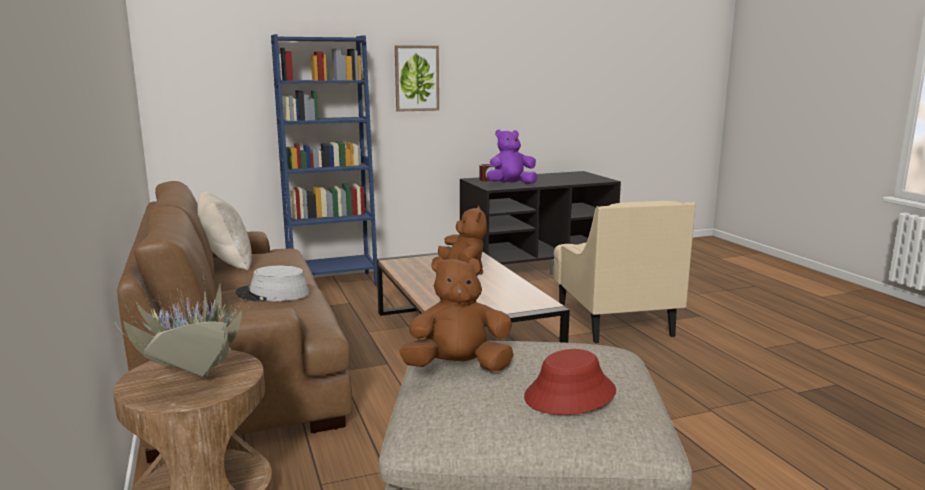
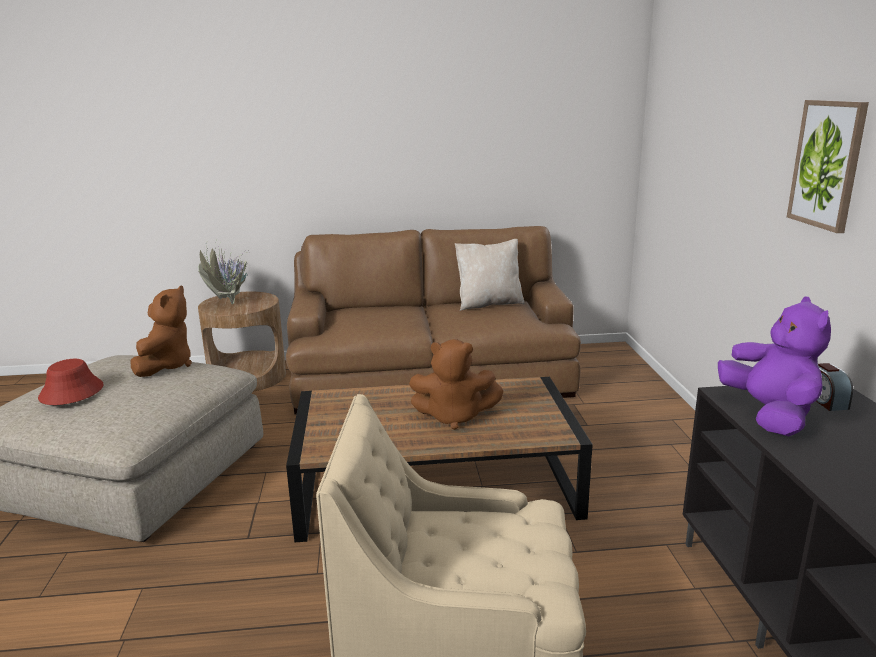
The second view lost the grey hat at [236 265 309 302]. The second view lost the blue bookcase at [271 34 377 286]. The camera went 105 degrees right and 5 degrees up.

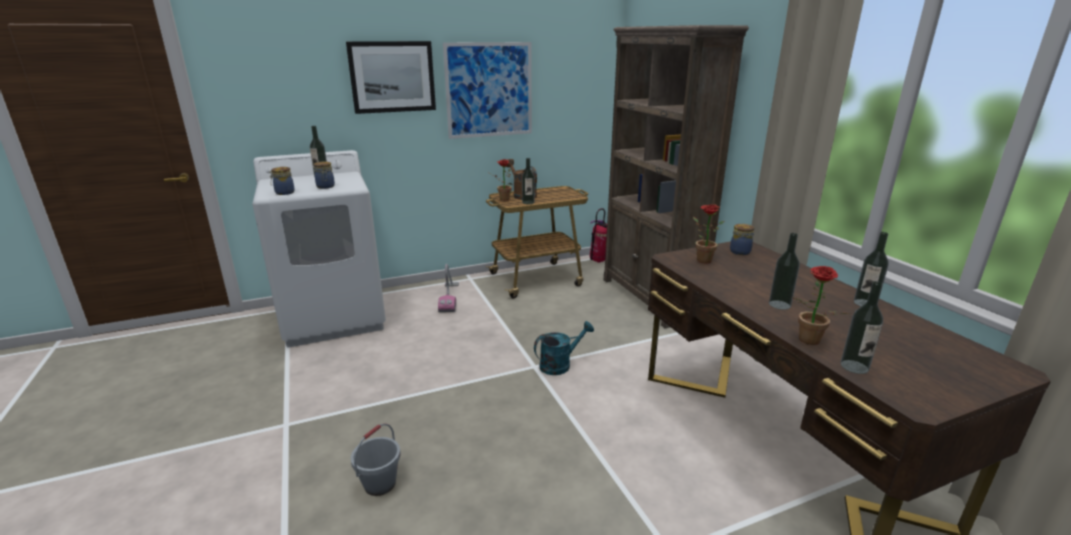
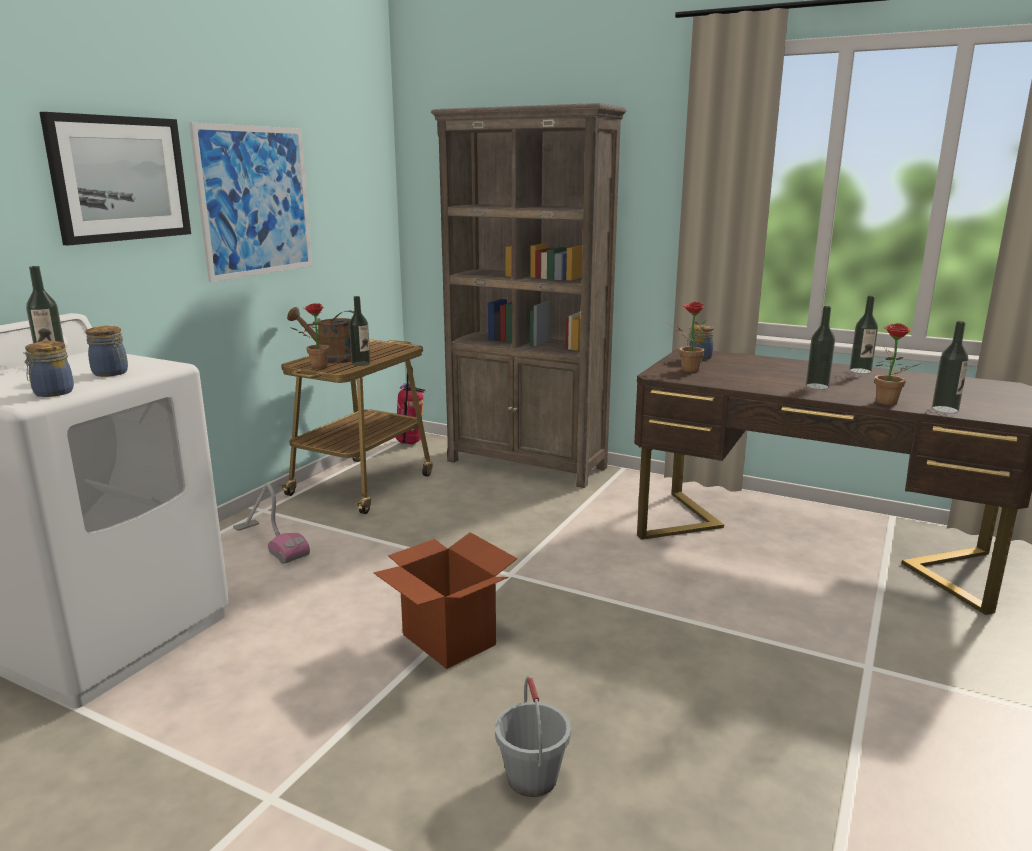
The second view lost the turquoise watering can at [534 321 594 375]. The second view gained the cardboard box at [374 532 517 669]. The camera went 40 degrees left and 5 degrees down.

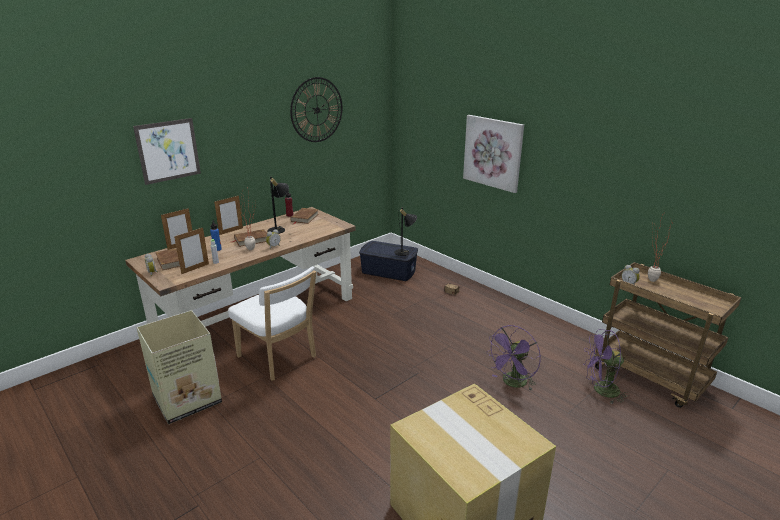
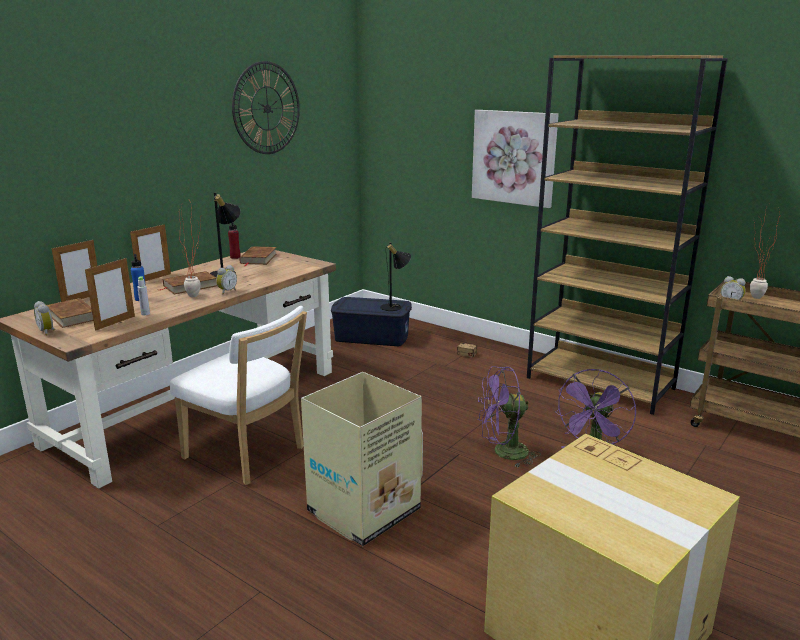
The second view lost the picture at [133 118 201 185]. The cardboard box ended up elsewhere, having gone from [136 310 222 424] to [301 372 423 546]. The purple fan ended up elsewhere, having gone from [583 329 629 404] to [478 366 541 468]. The second view gained the brown bookcase at [527 55 728 415]. The camera went 10 degrees left and 5 degrees down.

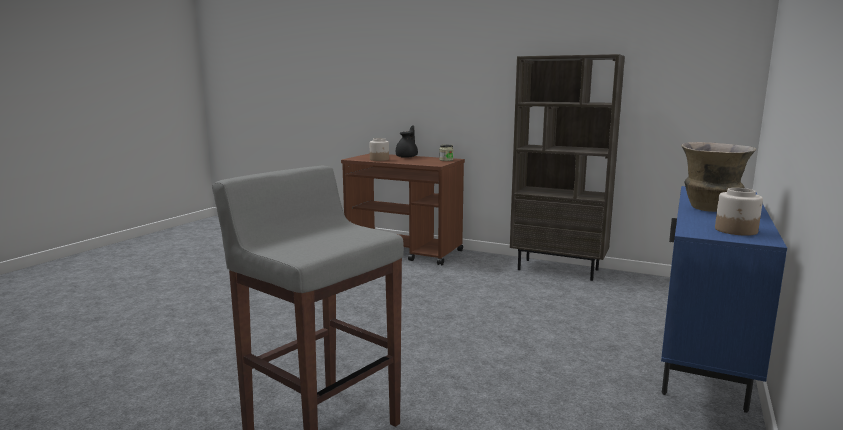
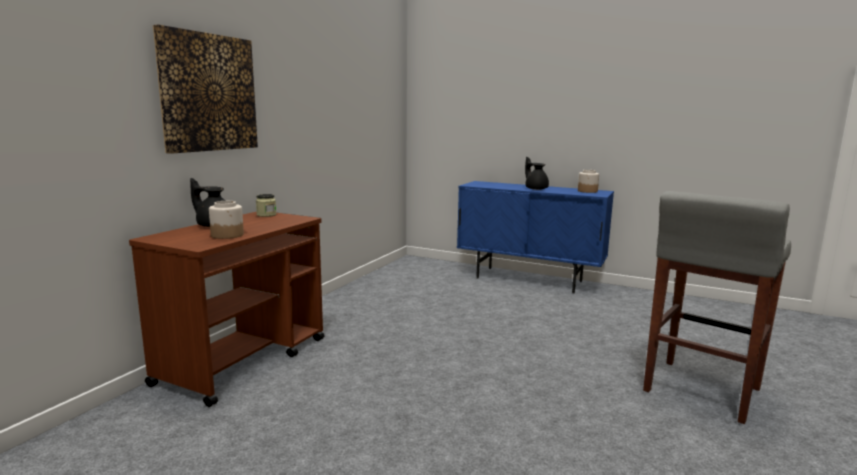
The second view lost the brown bookcase at [510 54 625 281]. Where the vase stood at [681 142 756 212], the black teapot came to stand at [525 157 549 190]. The second view gained the picture at [153 24 258 154]. The camera went 90 degrees left and 0 degrees up.

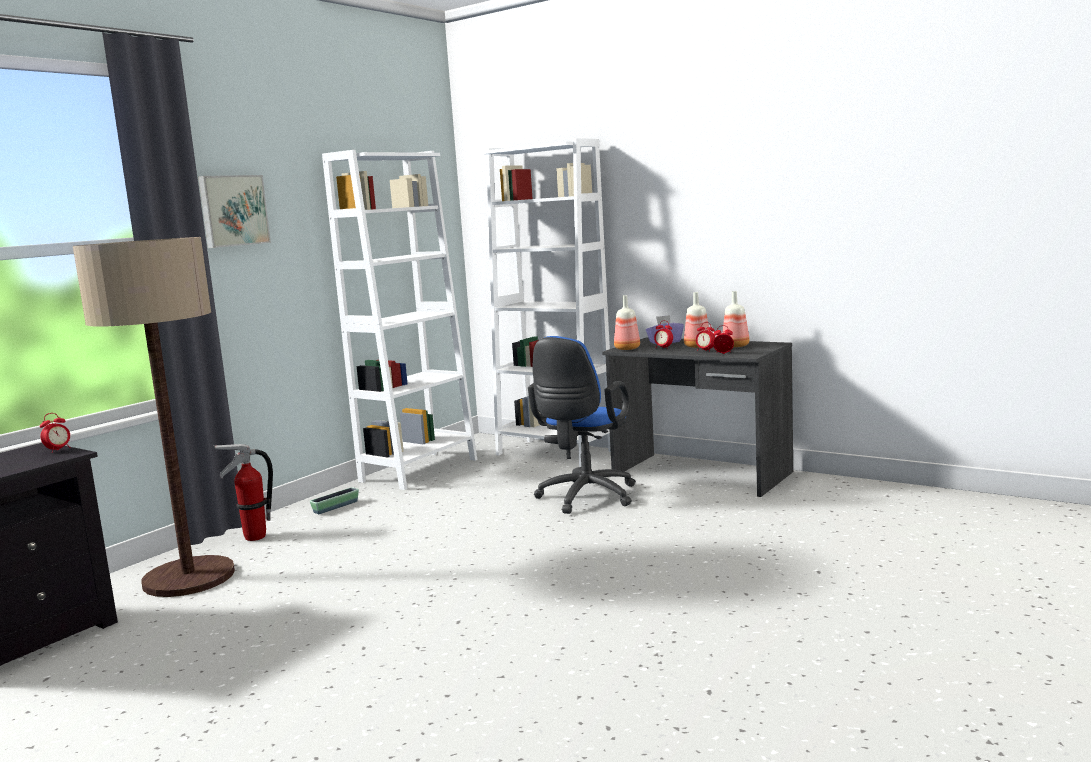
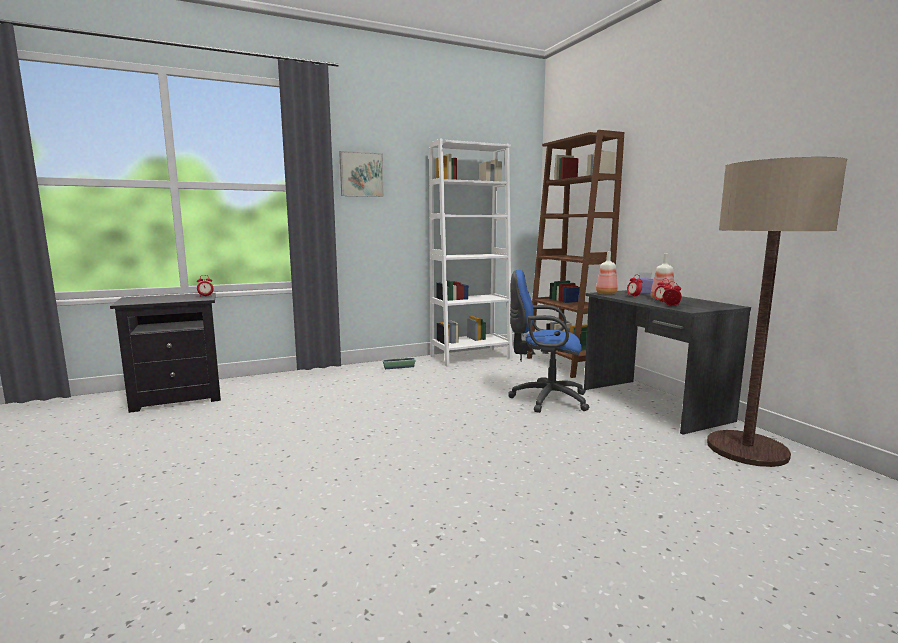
The floor lamp ended up elsewhere, having gone from [73 237 235 597] to [707 157 847 467]. The second view lost the fire extinguisher at [214 444 273 541]. What was the white bookcase at [483 138 611 467] turned into the brown bookcase at [527 130 624 378]. The blue office chair at [528 336 636 514] ended up facing another way, 45 degrees clockwise from before. The second view lost the bottle at [722 291 749 347]. The camera went 30 degrees right and 0 degrees up.

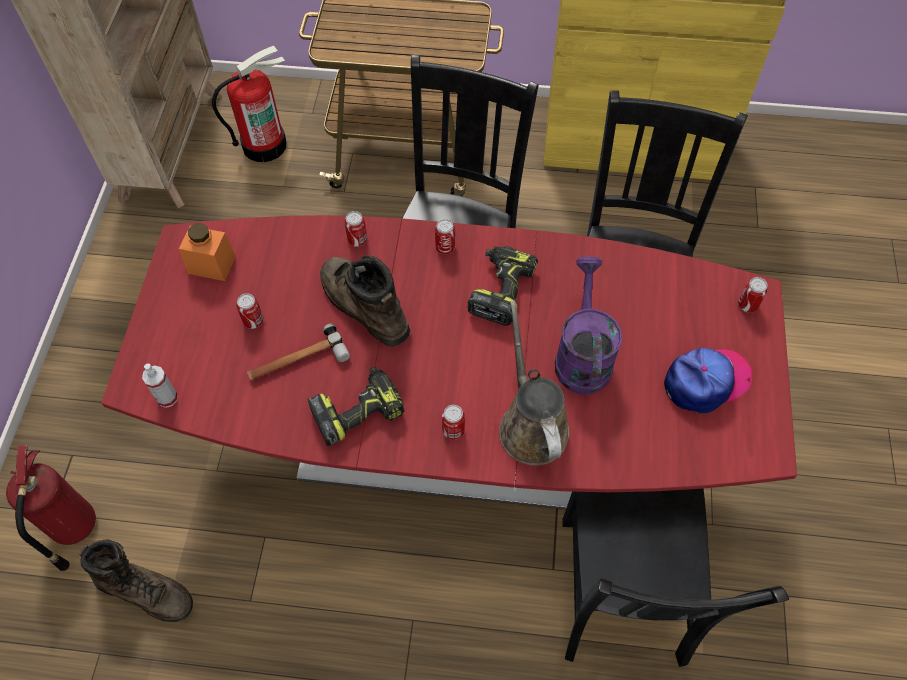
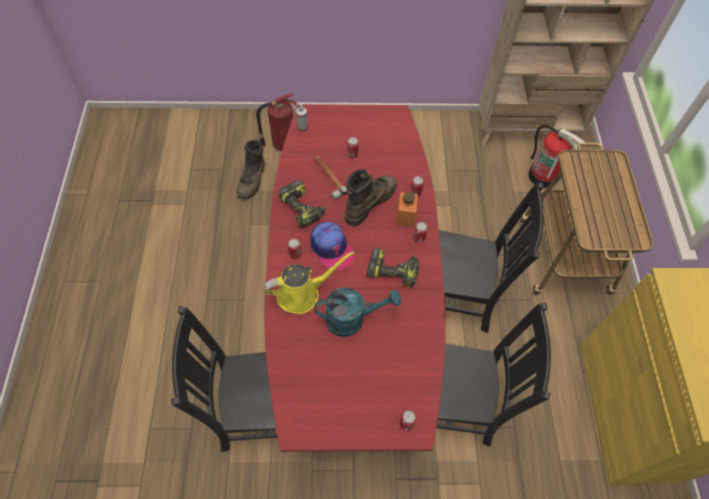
The orange jar ended up elsewhere, having gone from [179 223 236 281] to [396 192 418 227]. What was the brown watering can at [499 300 569 466] turned into the yellow watering can at [263 251 355 314]. What was the purple watering can at [555 257 622 395] turned into the turquoise watering can at [314 287 401 337]. The cap ended up elsewhere, having gone from [664 347 752 413] to [310 222 354 270]. The camera went 80 degrees right and 0 degrees up.

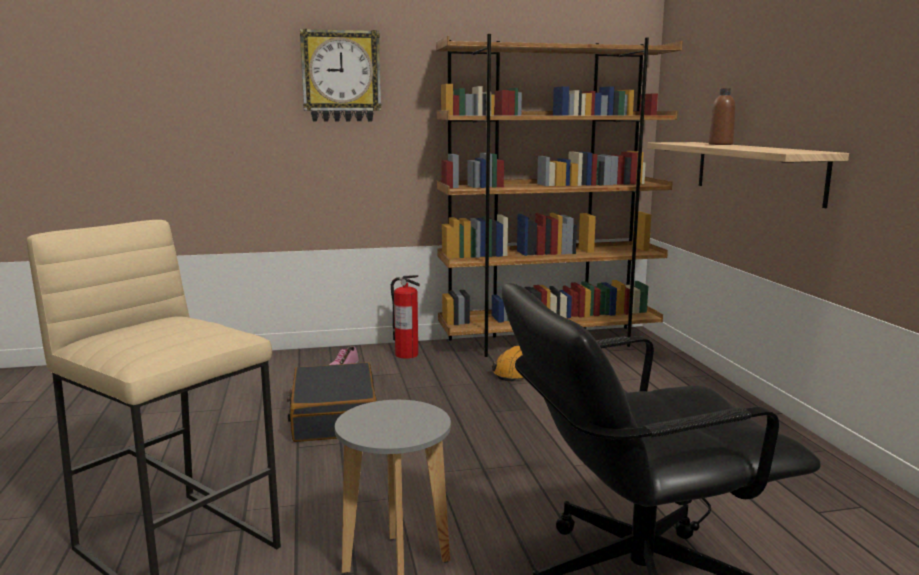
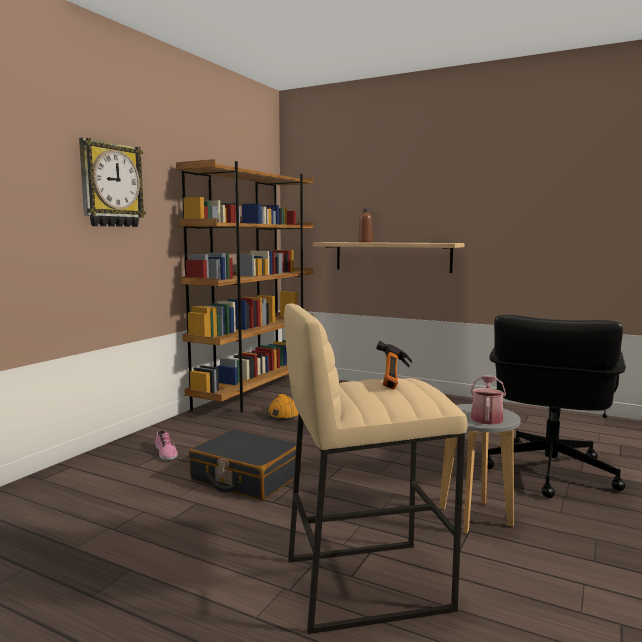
The second view lost the fire extinguisher at [391 275 420 359]. The second view gained the hammer at [376 341 412 390]. The second view gained the watering can at [470 375 506 425]. The camera went 50 degrees left and 5 degrees down.

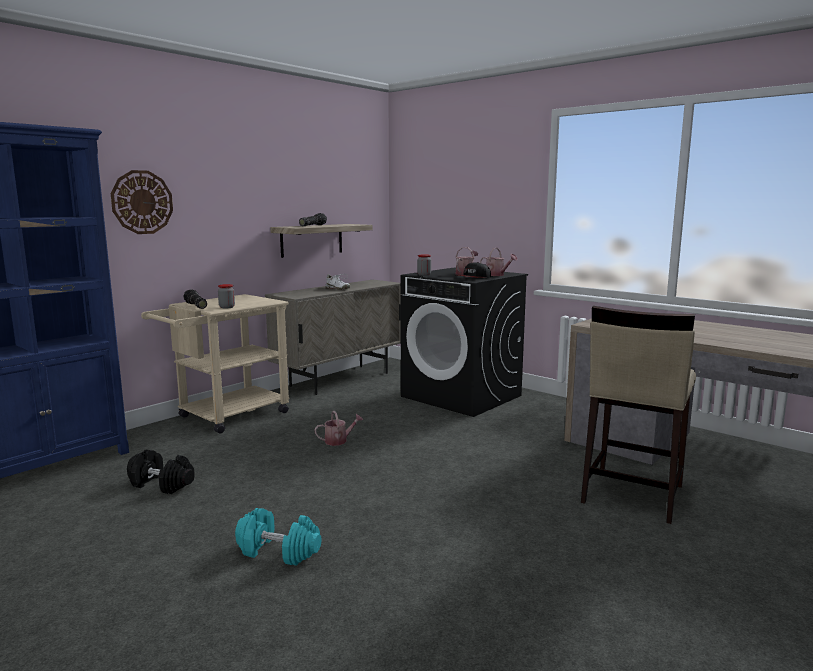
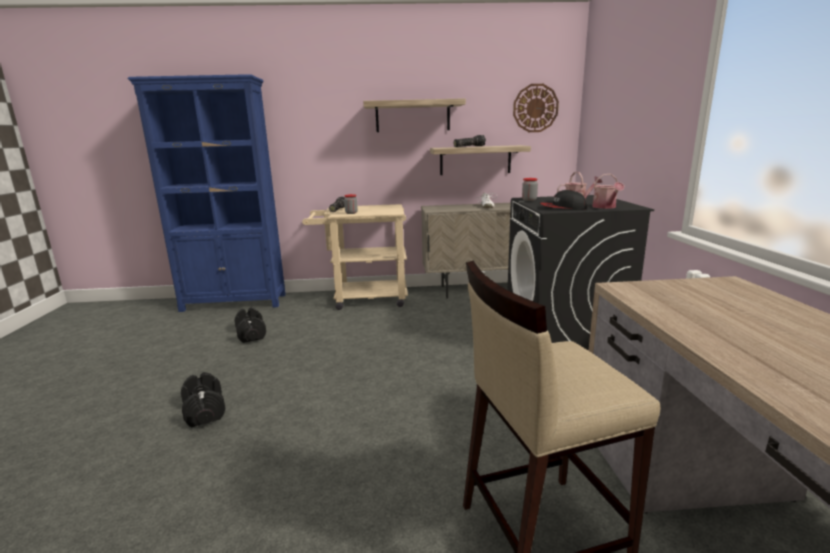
The wall clock ended up elsewhere, having gone from [111 170 173 234] to [513 84 559 132]. What was the turquoise dumbbell at [235 508 322 566] turned into the black dumbbell at [181 372 225 427]. The second view lost the watering can at [314 411 363 446]. The second view gained the shelf at [363 98 466 132]. The camera went 45 degrees right and 5 degrees up.

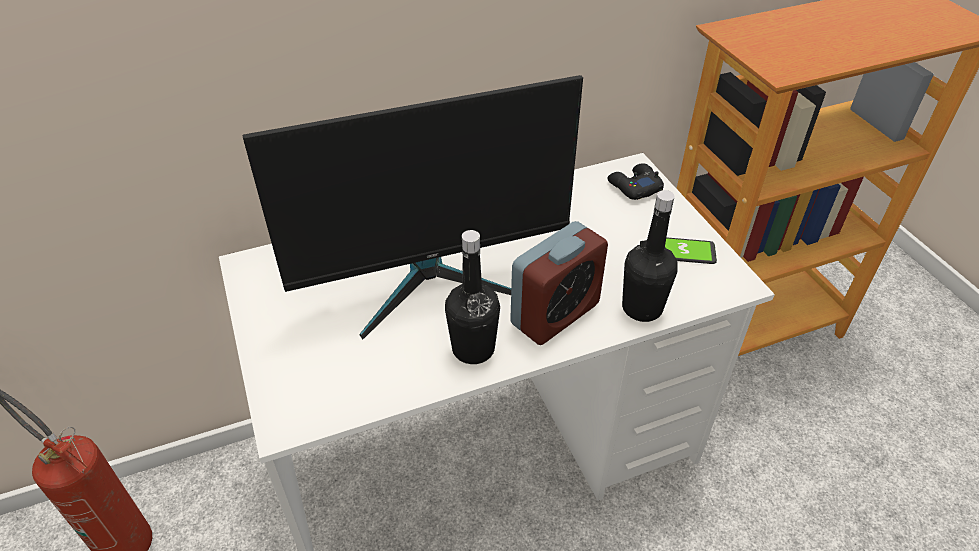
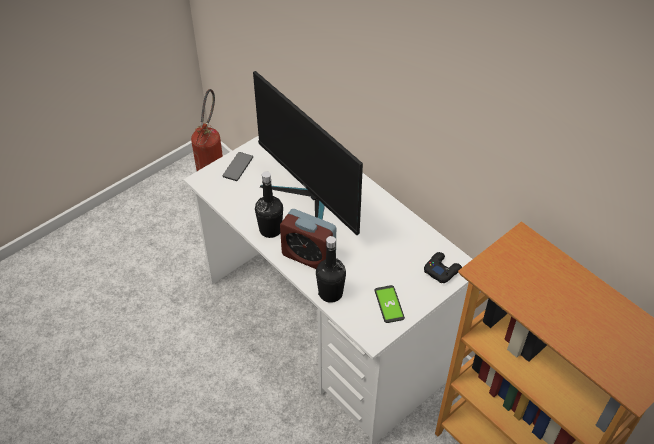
The second view gained the phone at [222 152 253 181]. The camera went 70 degrees right and 5 degrees up.

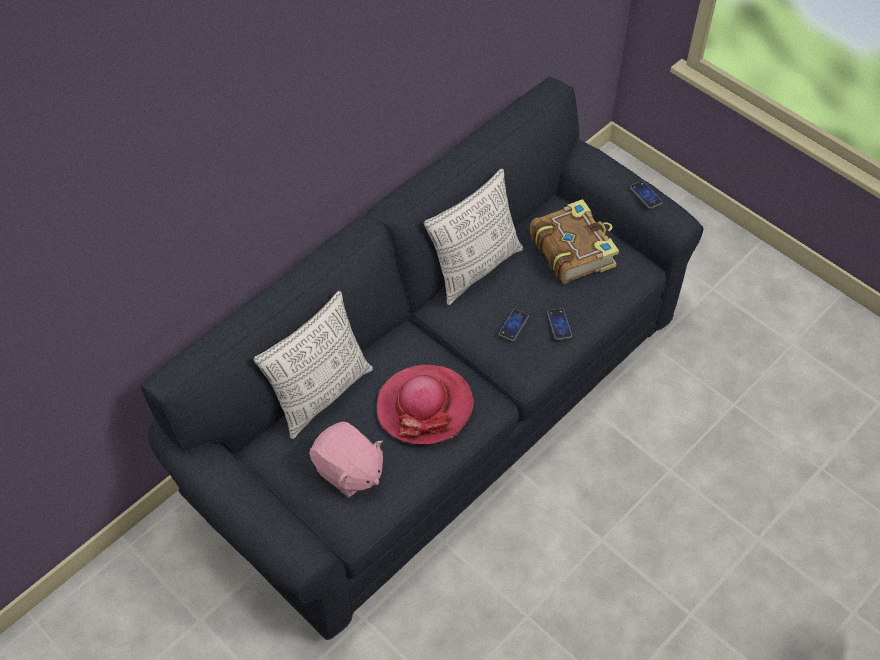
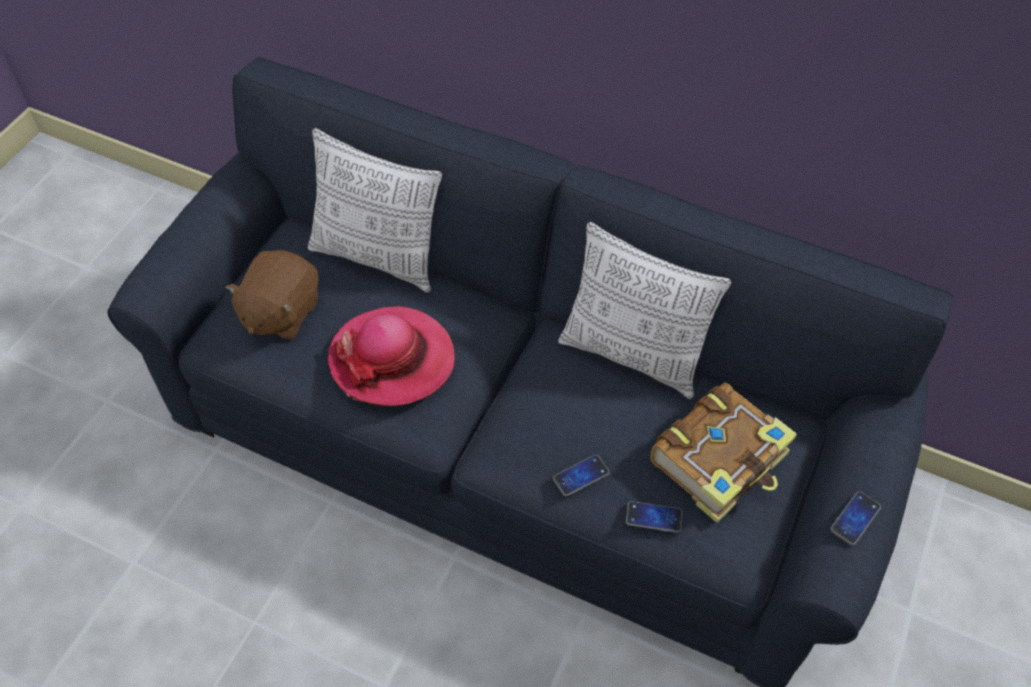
What was the pink plush toy at [309 421 383 498] turned into the brown plush toy at [225 250 319 339]. The phone ended up elsewhere, having gone from [499 309 529 341] to [626 501 683 533]. The camera went 70 degrees right and 0 degrees up.

